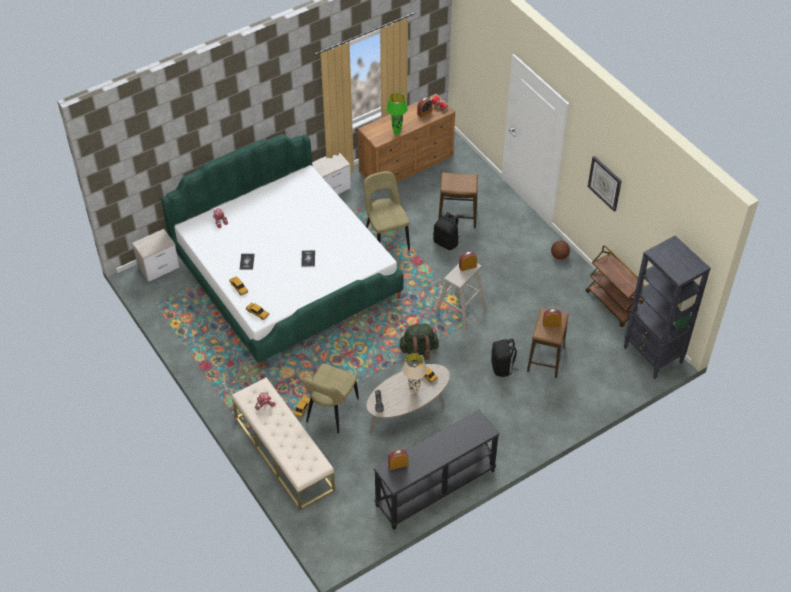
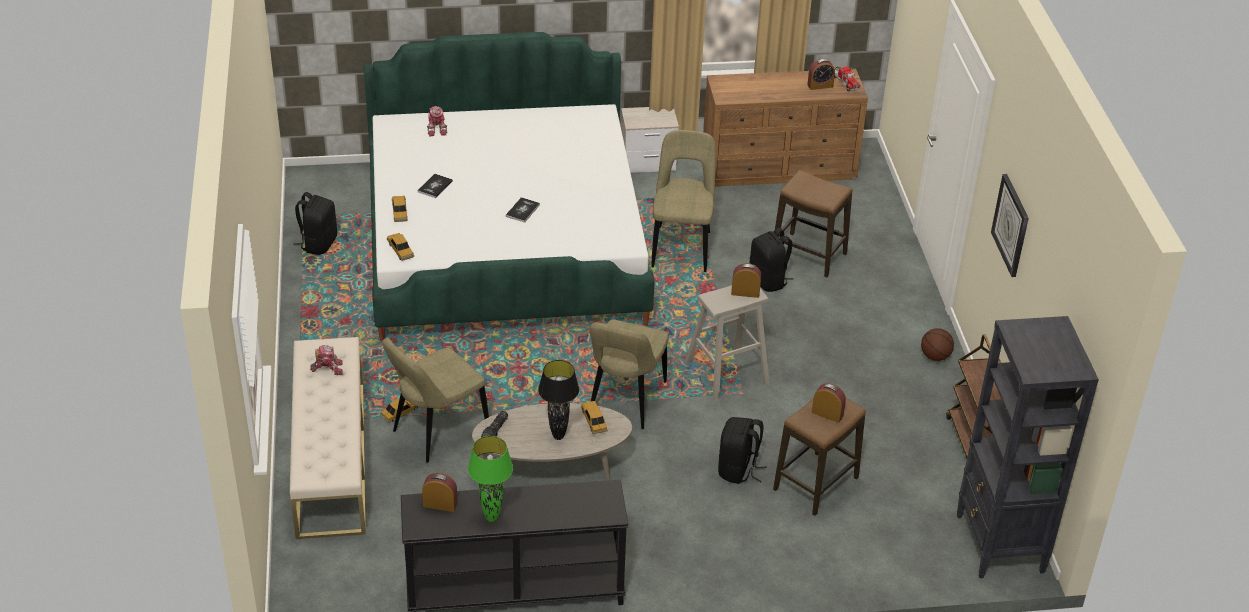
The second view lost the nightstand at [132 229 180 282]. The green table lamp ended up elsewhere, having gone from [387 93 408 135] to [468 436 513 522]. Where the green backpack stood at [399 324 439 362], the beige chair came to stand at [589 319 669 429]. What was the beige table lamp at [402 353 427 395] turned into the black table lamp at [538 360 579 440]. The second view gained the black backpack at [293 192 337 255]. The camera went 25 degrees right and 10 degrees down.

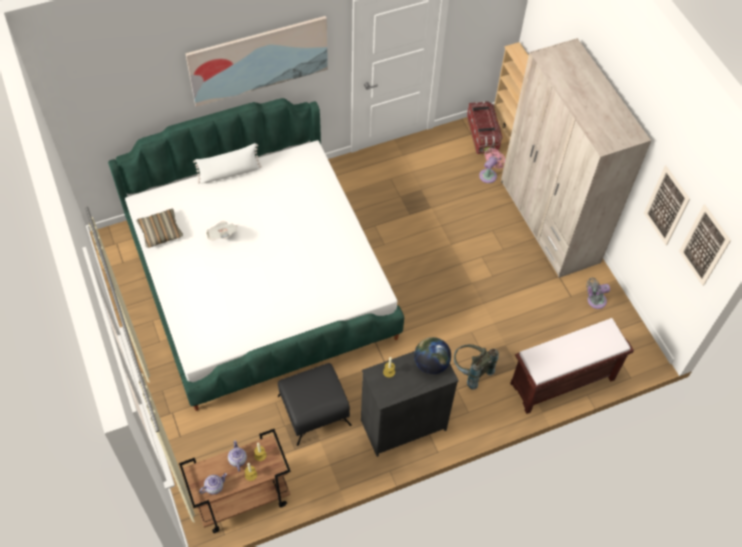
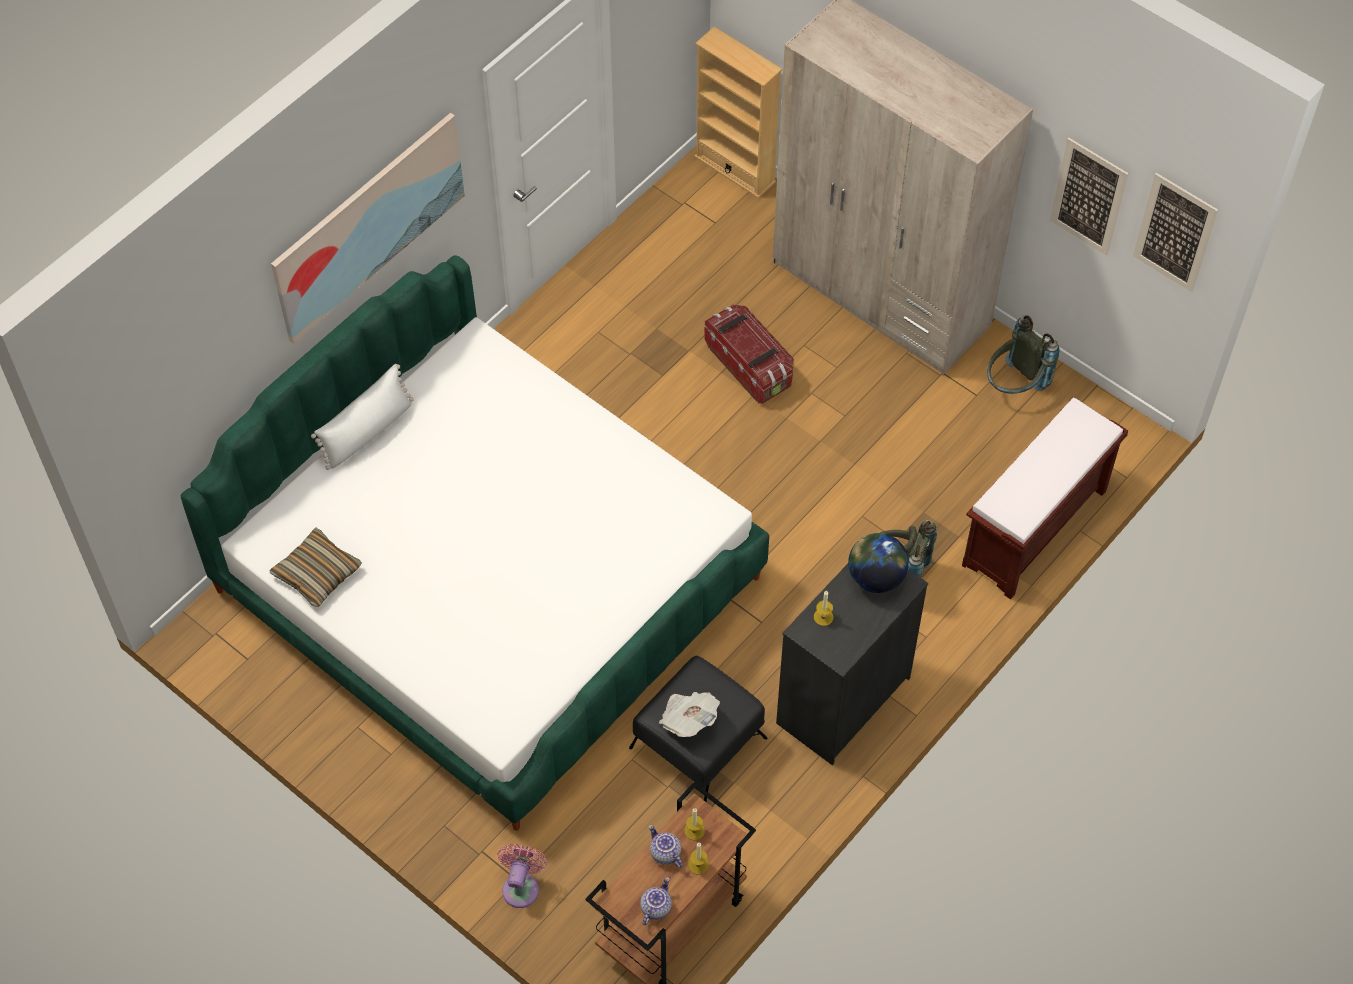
The newspaper ended up elsewhere, having gone from [206 221 237 240] to [659 692 720 737]. The storage box ended up elsewhere, having gone from [467 101 503 154] to [704 304 794 404]. The pink fan ended up elsewhere, having gone from [479 148 506 183] to [498 844 547 908]. Where the grey fan stood at [586 278 610 309], the grey backpack came to stand at [987 315 1060 394]. The camera went 25 degrees left and 0 degrees up.

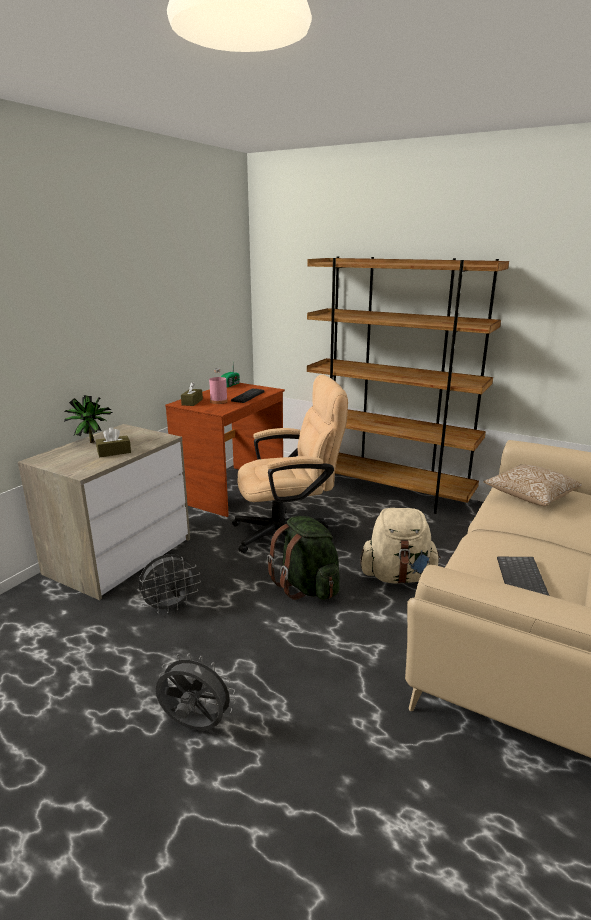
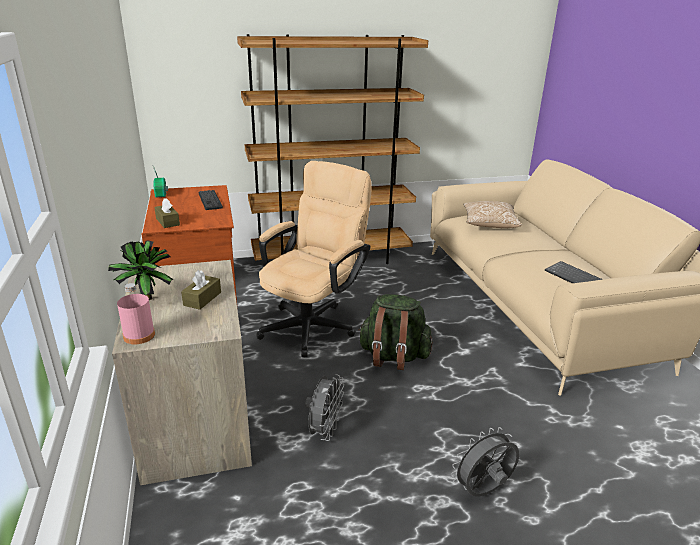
The pink bottle ended up elsewhere, having gone from [209 368 228 404] to [117 283 155 344]. The second view lost the beige backpack at [361 508 441 584]. The camera went 45 degrees left and 5 degrees up.

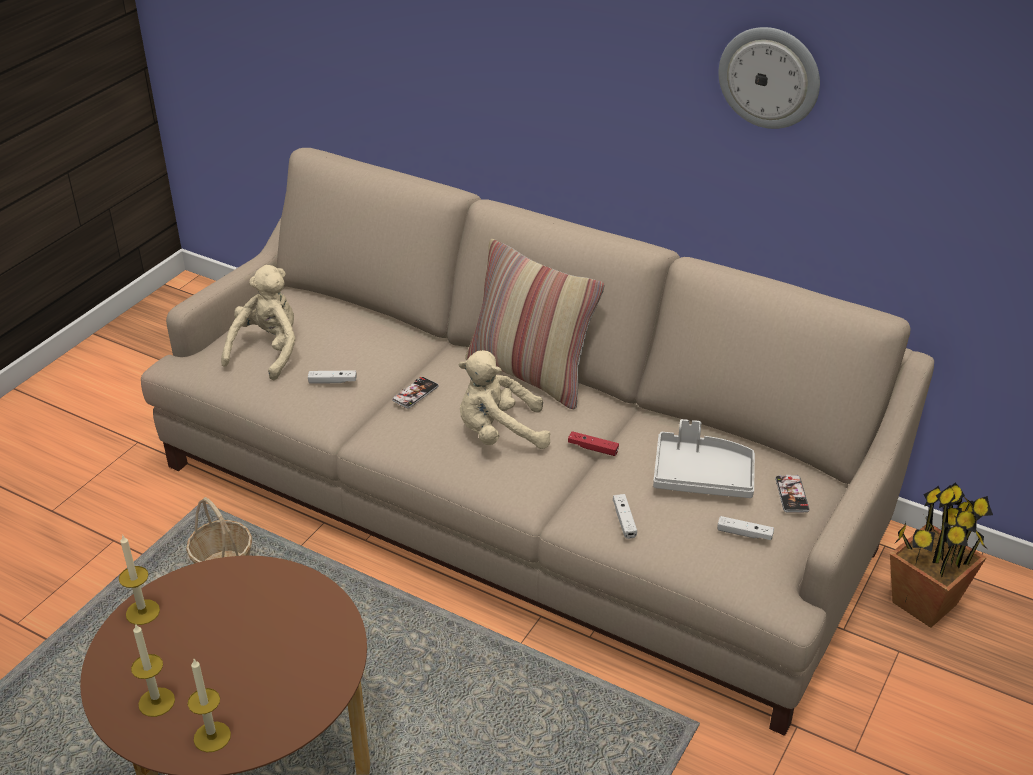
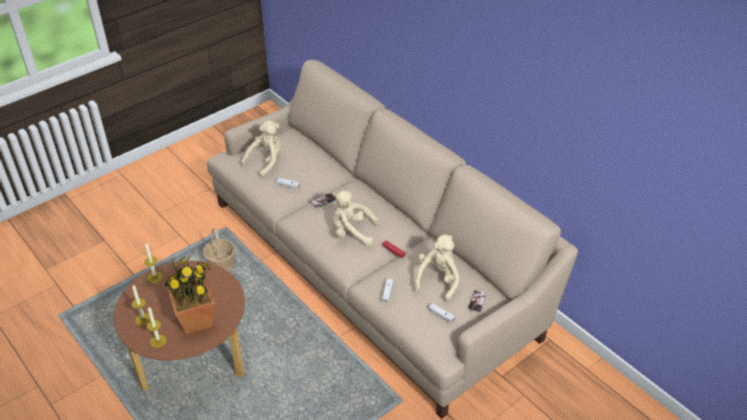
The second view lost the pillow at [465 239 605 409]. Where the grey tray stood at [653 419 755 498], the beige plush toy came to stand at [414 235 459 302]. The second view lost the wall clock at [719 27 820 129]. The potted plant ended up elsewhere, having gone from [890 483 993 628] to [165 256 215 334]. The camera went 20 degrees right and 5 degrees up.

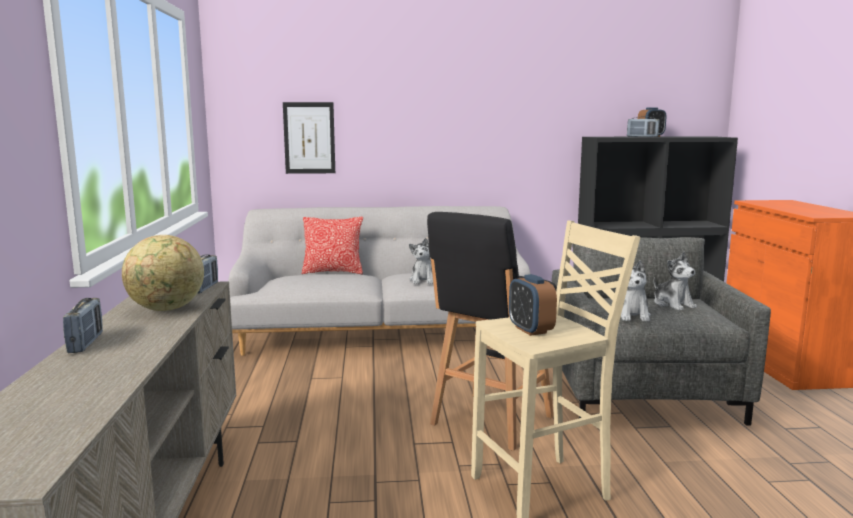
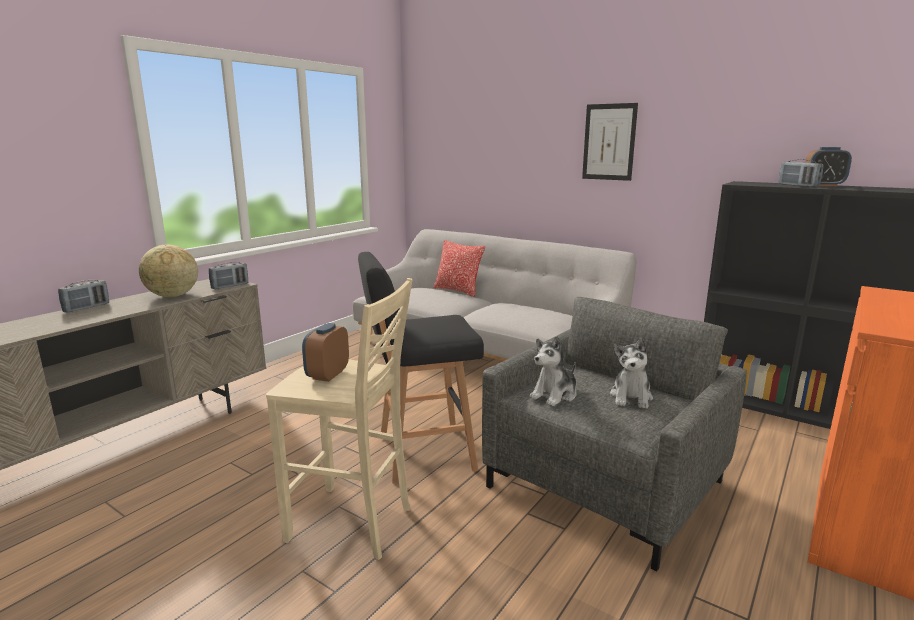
The picture ended up elsewhere, having gone from [283 102 335 174] to [582 103 638 181]. The second view lost the plush toy at [409 238 433 284]. The camera went 40 degrees right and 5 degrees up.

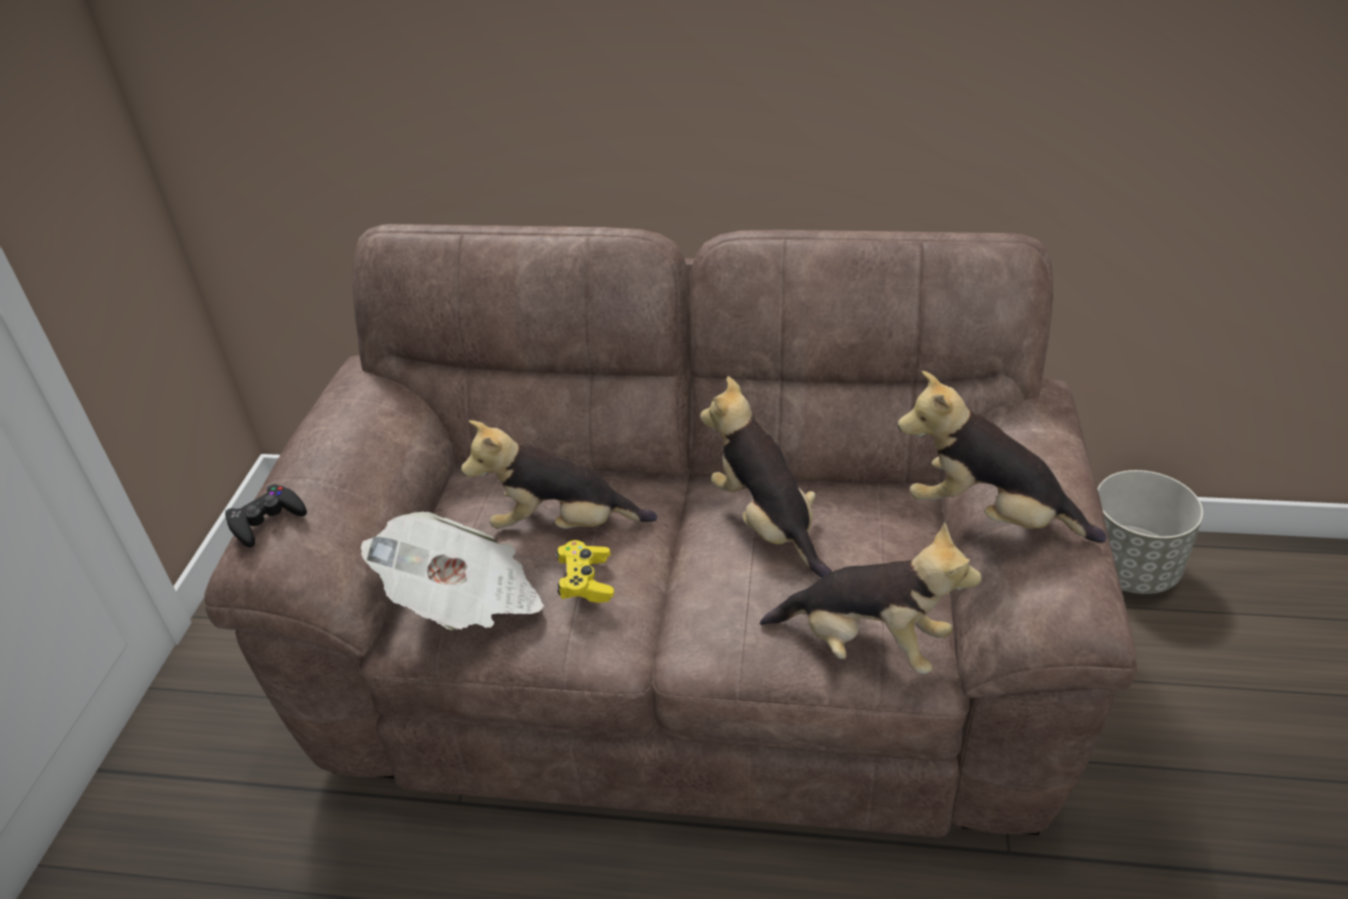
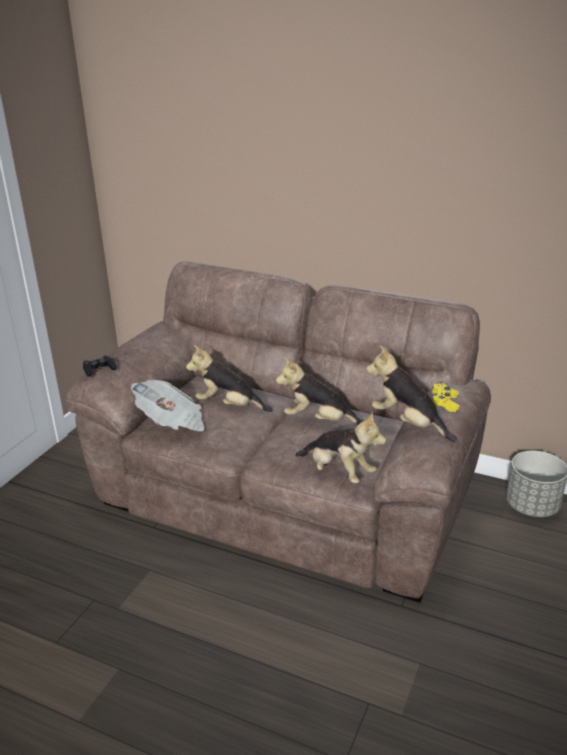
The yellow game controller ended up elsewhere, having gone from [556 540 614 603] to [432 383 459 412]. The plush toy at [700 376 832 578] ended up facing another way, 60 degrees counterclockwise from before. The camera went 15 degrees right and 10 degrees down.

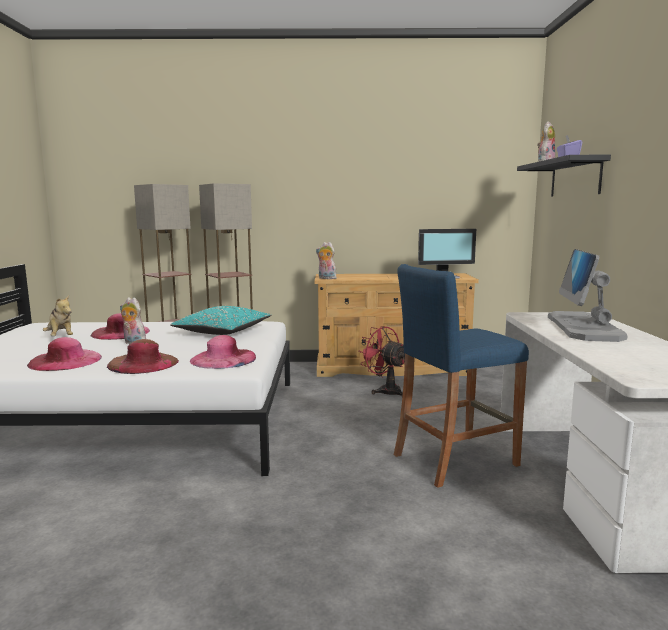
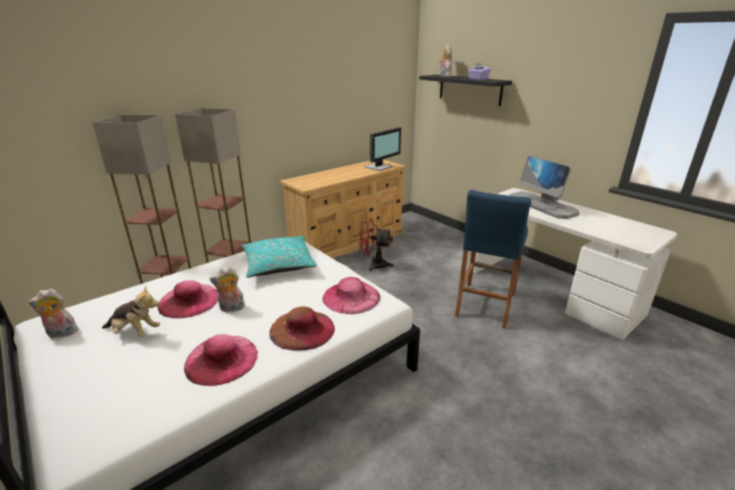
The plush toy ended up elsewhere, having gone from [316 242 337 279] to [28 288 78 338]. The camera went 40 degrees left and 15 degrees up.

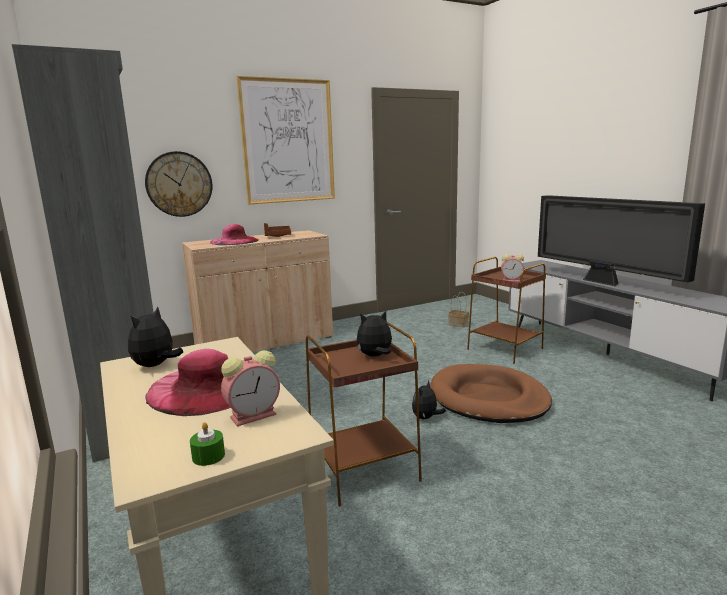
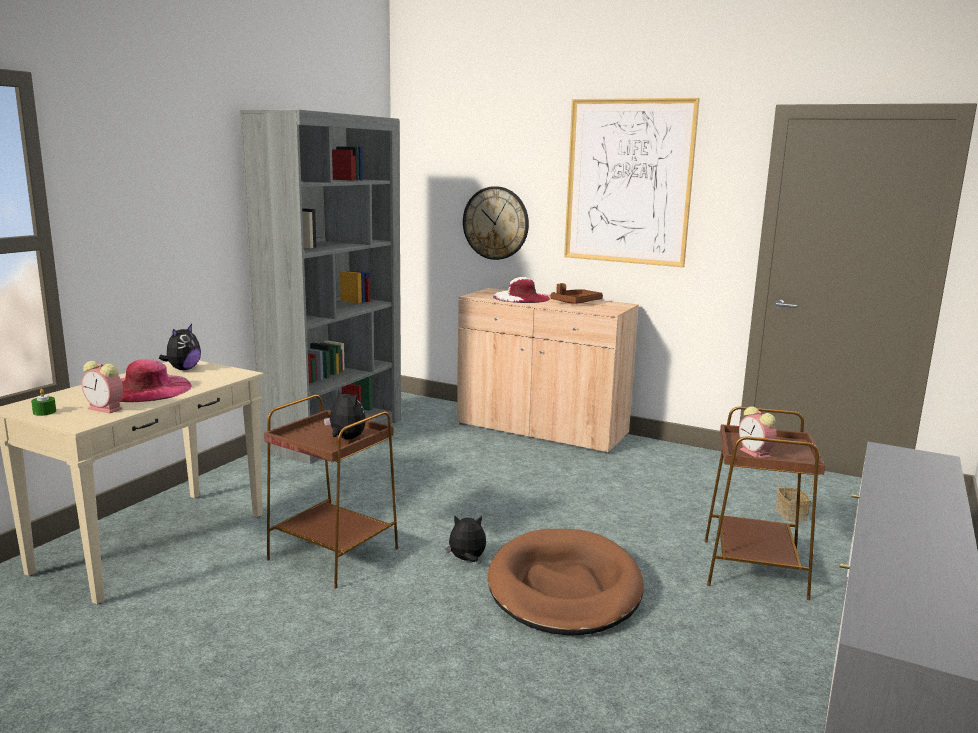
The plush toy at [128 306 183 367] ended up facing another way, 120 degrees clockwise from before. What was the pink hat at [210 224 259 245] turned into the white hat at [493 277 550 303]. The second view lost the television at [538 195 705 286]. The camera went 55 degrees right and 0 degrees up.

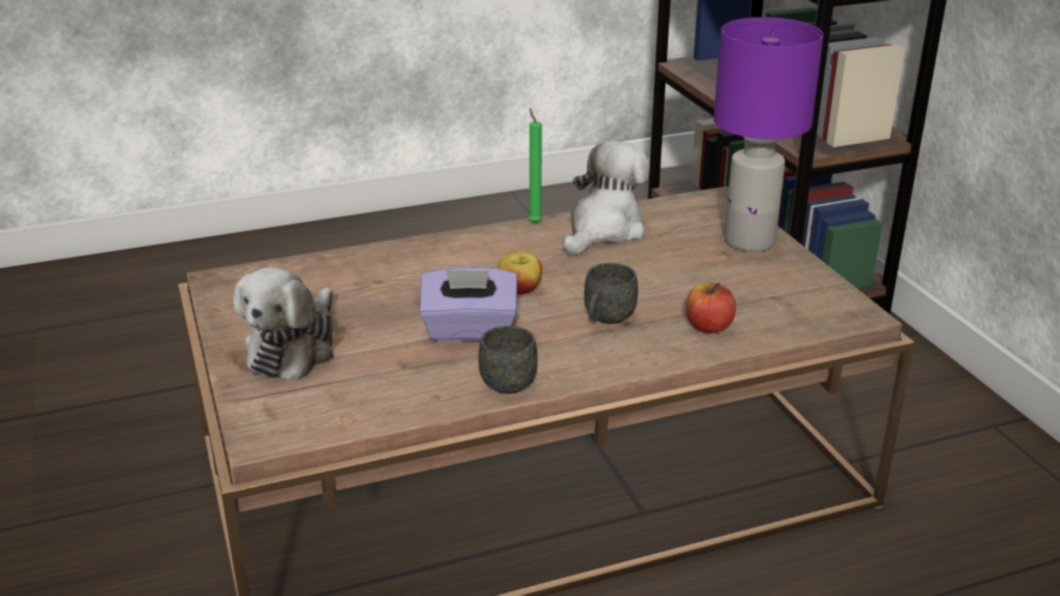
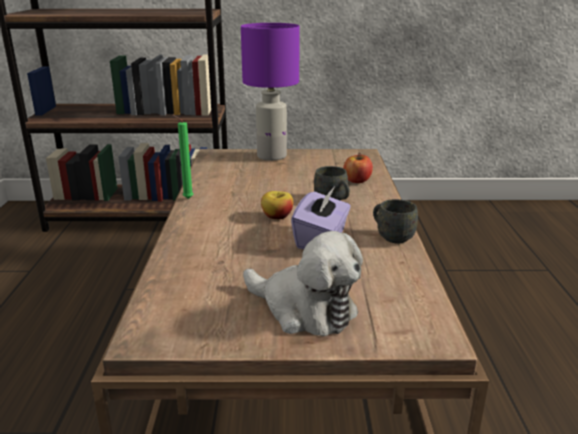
The second view lost the plush toy at [563 141 649 254]. The camera went 70 degrees left and 5 degrees down.

